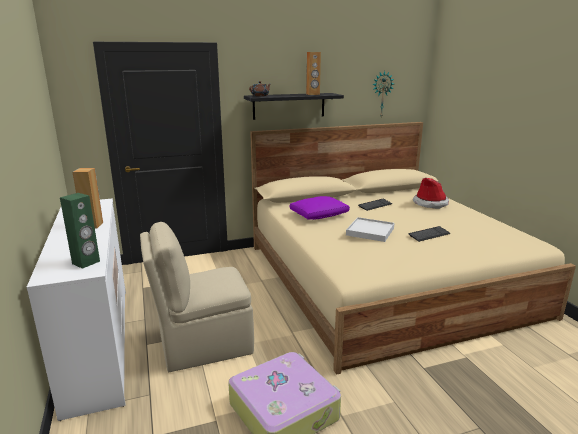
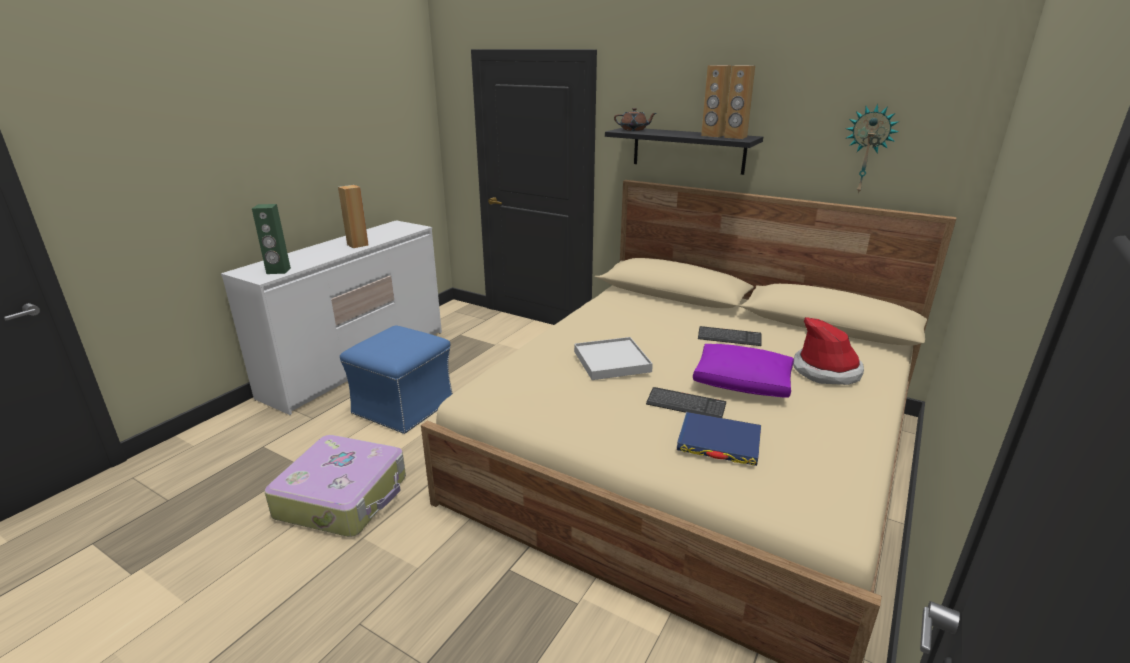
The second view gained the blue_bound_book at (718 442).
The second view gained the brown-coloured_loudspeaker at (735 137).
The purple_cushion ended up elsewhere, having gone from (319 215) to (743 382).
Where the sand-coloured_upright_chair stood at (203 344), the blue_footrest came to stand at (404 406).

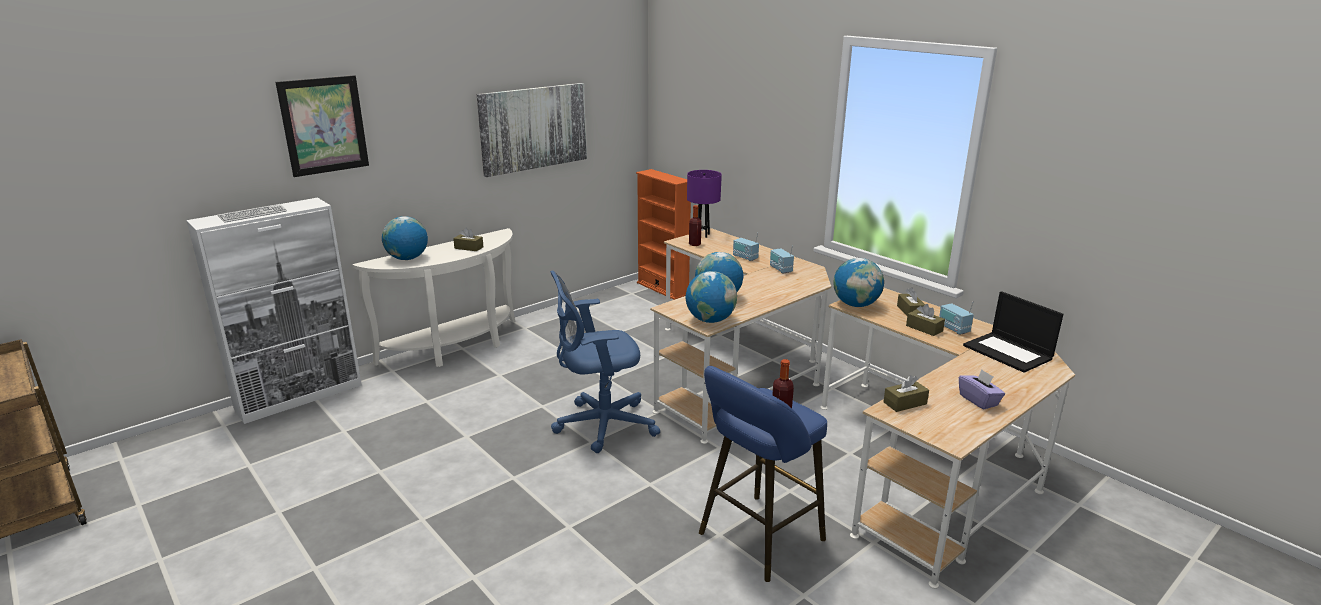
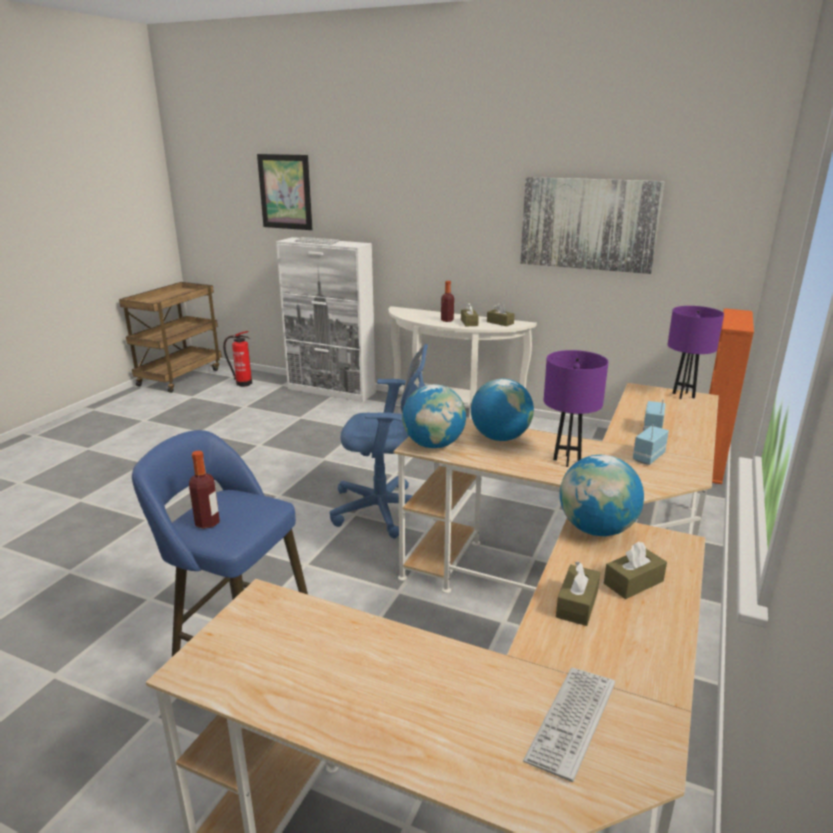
The second view lost the world_globe at (407 258).
The second view lost the radio_set at (953 329).
The second view lost the purple_tissue_holder at (979 400).
The second view gained the fire_extinguisher at (242 383).
The second view gained the purple_table_lamp at (567 460).
The wall_art ended up elsewhere, having gone from (324 125) to (285 192).
The beverage_bottle ended up elsewhere, having gone from (694 244) to (447 320).
The brown-coloured_tissue_holder ended up elsewhere, having gone from (905 403) to (500 322).
Where the laptop stood at (1008 352), the PC_keyboard came to stand at (571 721).
The blue_office_chair at (600 425) ended up facing another way, 135 degrees clockwise from before.

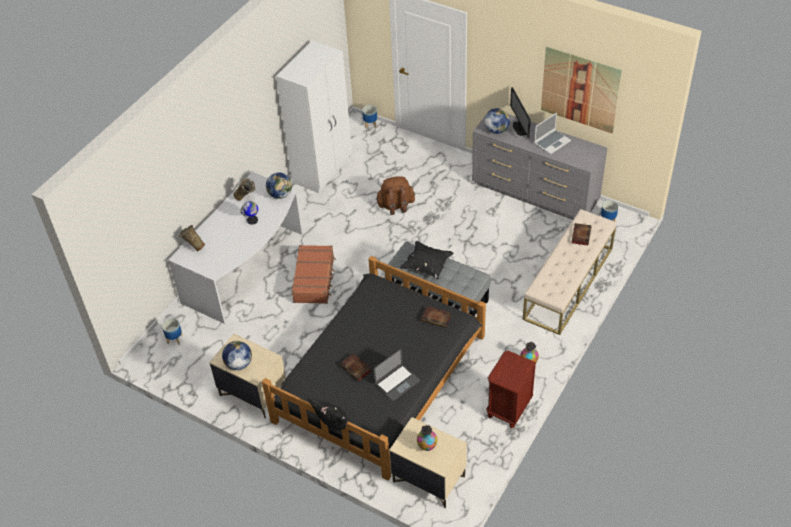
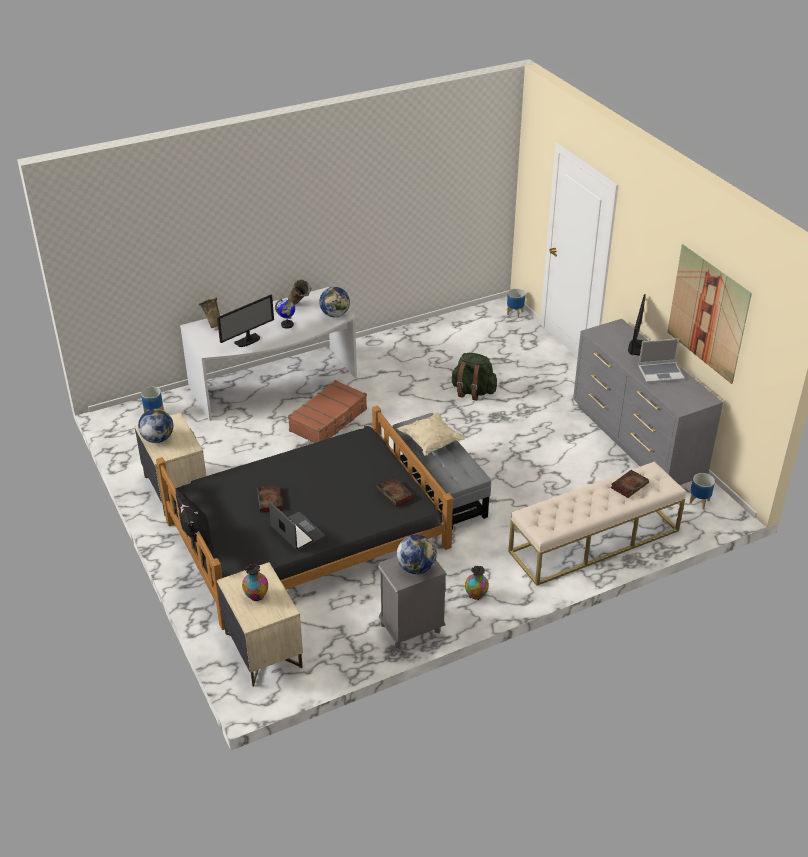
The second view lost the white_clothes_cupboard at (323 169).
The second view gained the computer_display at (248 341).
The world_globe ended up elsewhere, having gone from (496 130) to (416 568).
What was the brown-coloured_knapsack at (396 206) turned into the greenish_knapsack at (473 391).
What was the blackish_cushion at (427 266) turned into the sand-coloured_cushion at (431 442).
What was the brown-coloured_bedside_table at (508 409) turned into the gray_bedside_table at (410 628).
The laptop at (397 382) ended up facing another way, 120 degrees counterclockwise from before.

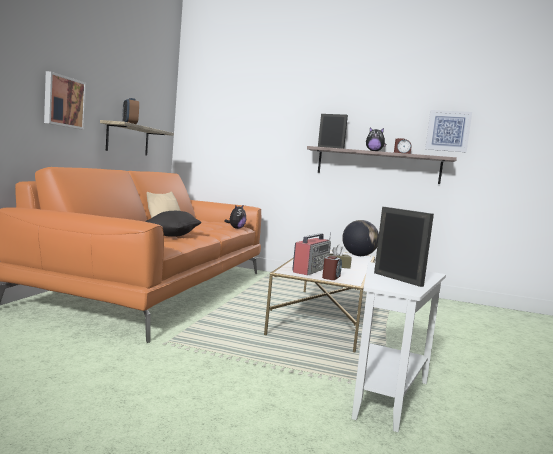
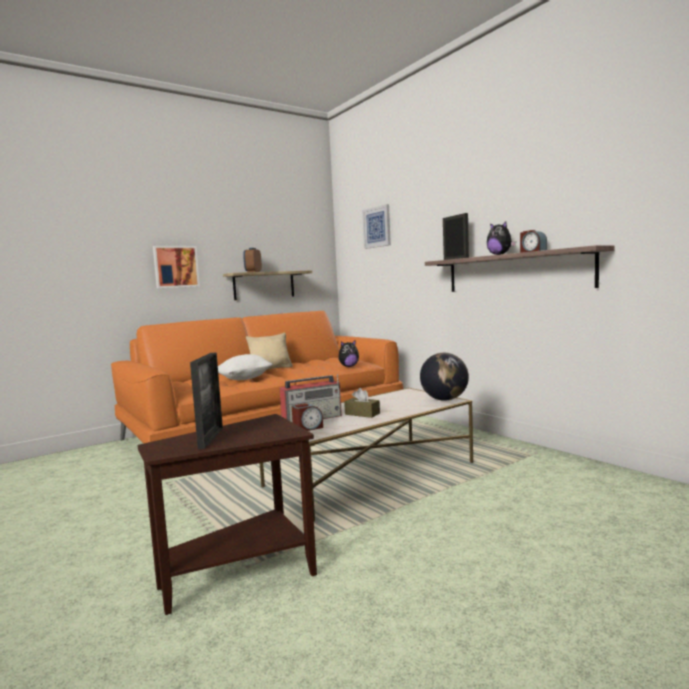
The wall_art ended up elsewhere, having gone from (448 131) to (377 227).
What was the blackish_cushion at (171 235) turned into the white_cushion at (244 379).
What was the white_end_table at (385 394) turned into the brown-coloured_end_table at (242 574).

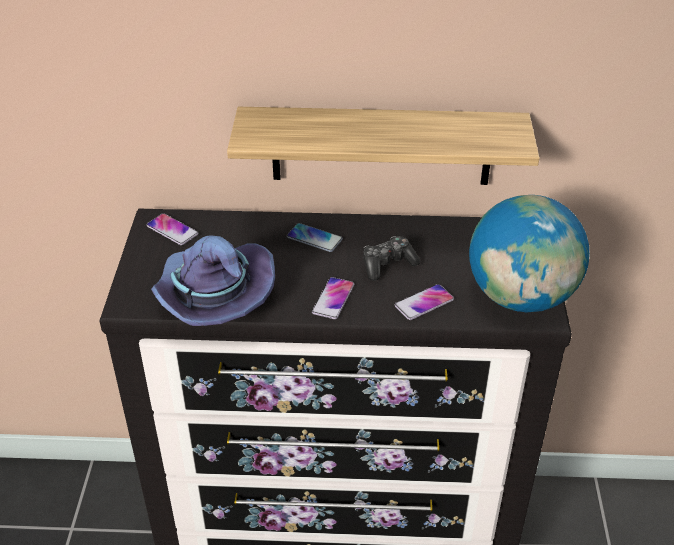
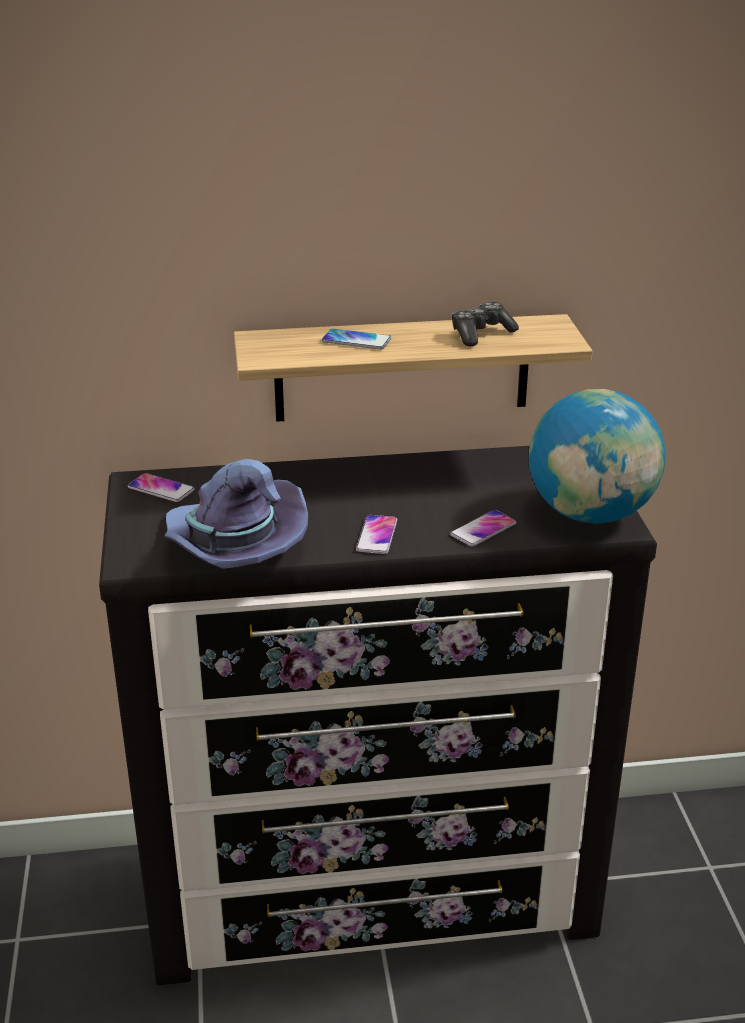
The phone ended up elsewhere, having gone from (314 238) to (356 340).
The gamepad ended up elsewhere, having gone from (388 264) to (481 334).

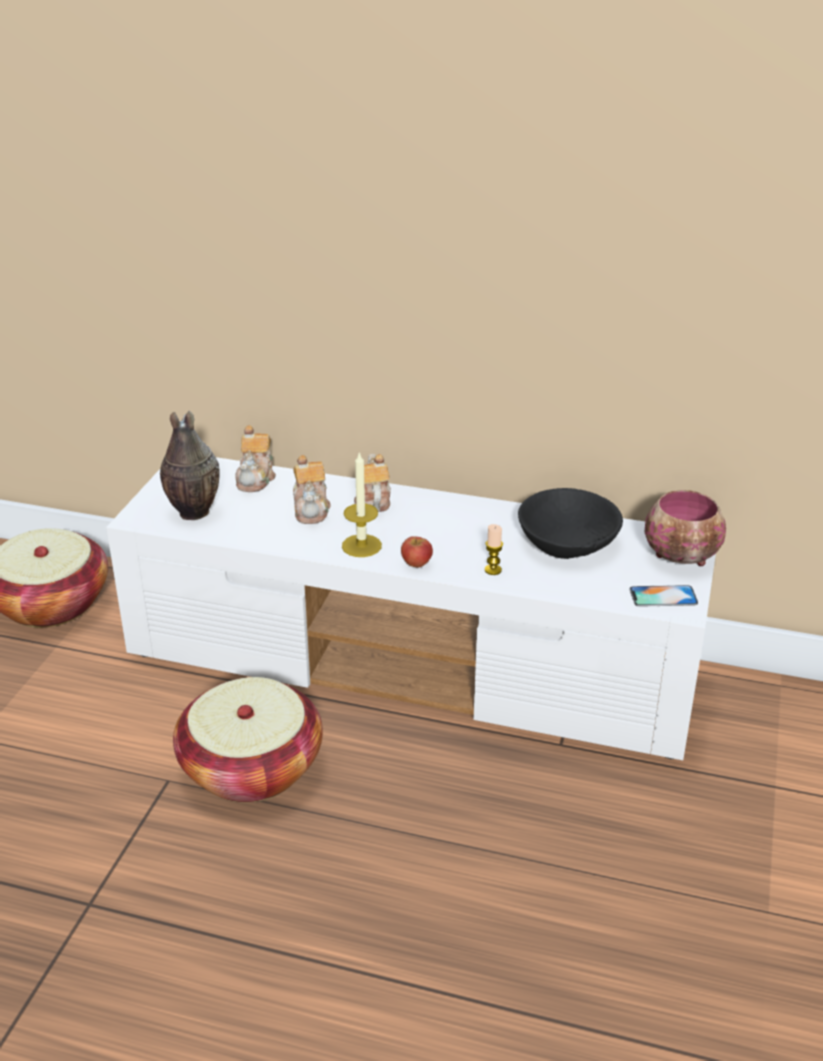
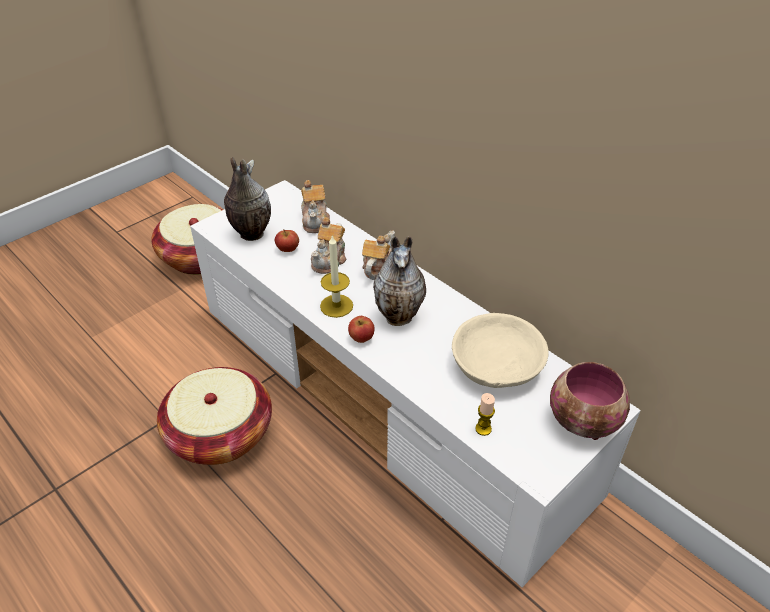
The second view lost the phone at (663 596).
The second view gained the apple at (288 249).
The second view gained the flower_vase at (400 317).
The wax_candle ended up elsewhere, having gone from (493 570) to (483 429).
What was the blackish_deep_dish at (568 541) turned into the sand-coloured_deep_dish at (497 365).
The tea_pot at (256 478) ended up facing another way, 45 degrees counterclockwise from before.

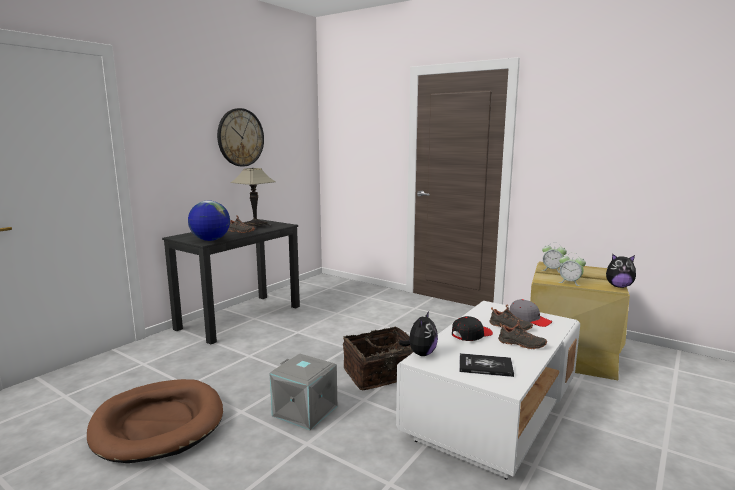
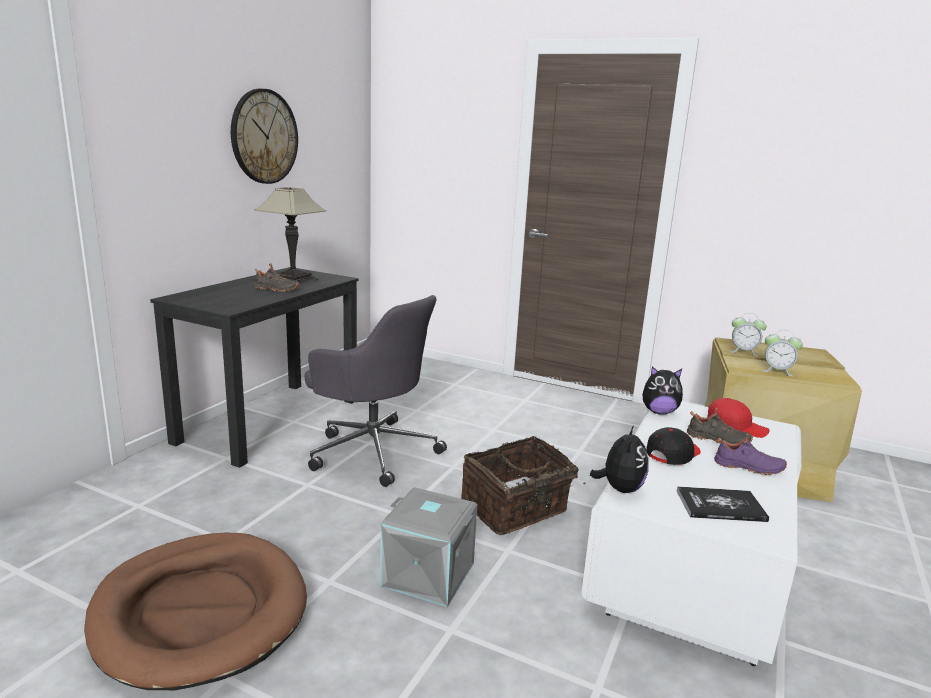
The second view lost the world_globe at (210 240).
The second view gained the gray_office_chair at (372 450).
The cuddly_toy ended up elsewhere, having gone from (618 286) to (659 412).
What was the blackish_low_shoe at (521 344) turned into the purple_low_shoe at (748 468).
What was the gray_cap at (529 319) turned into the red_cap at (736 426).

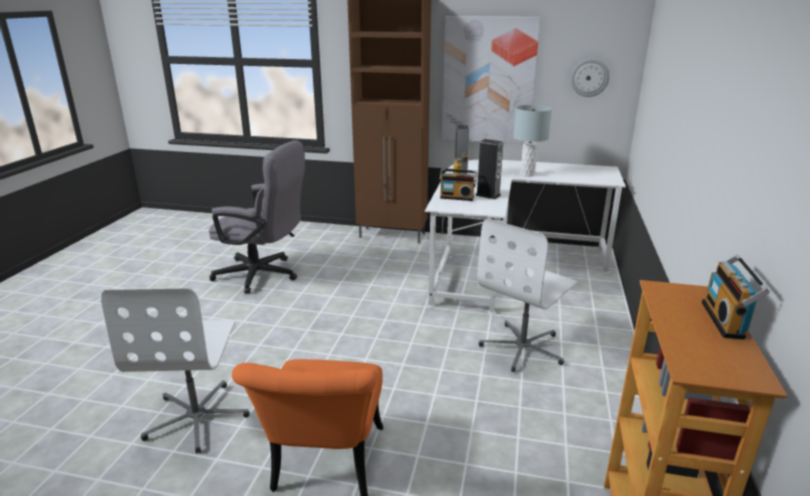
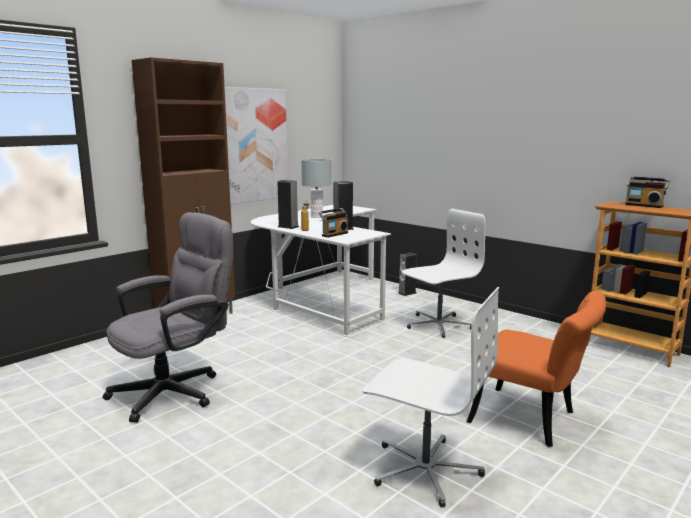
The second view lost the hanging_clock at (589 77).
The second view gained the loudspeaker at (407 293).
The white_office_chair at (523 348) ended up facing another way, 105 degrees counterclockwise from before.

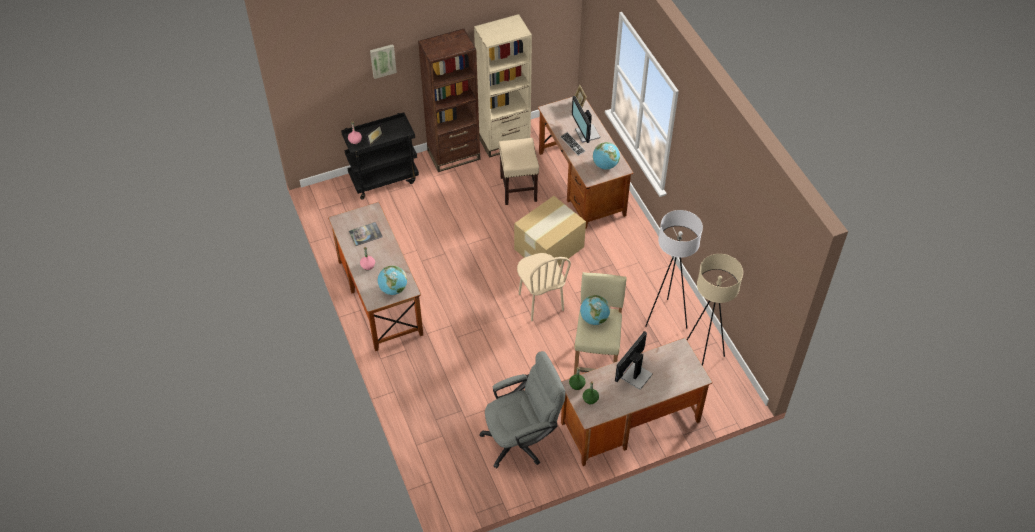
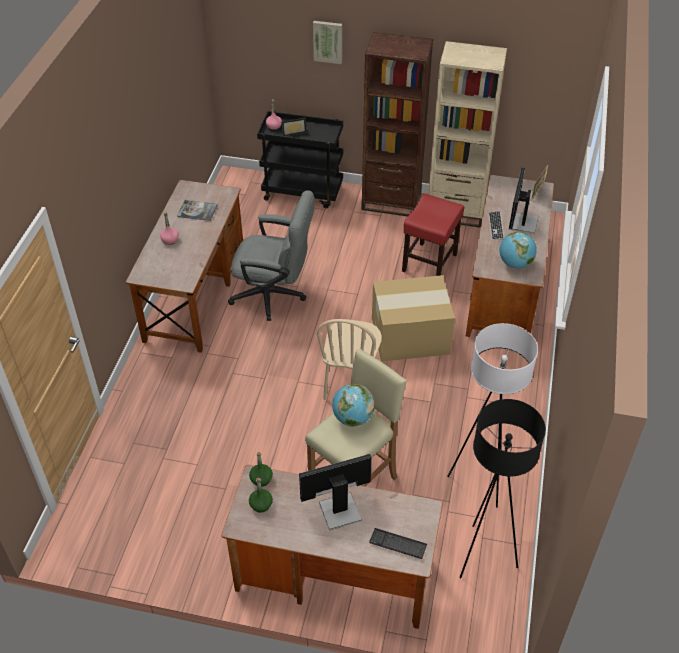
The second view lost the world_globe at (393 289).
The second view gained the PC_keyboard at (398 544).
The gray_office_chair ended up elsewhere, having gone from (522 439) to (275 295).
What was the sand-coloured_stool_seat at (518 188) turned into the red_stool_seat at (429 262).
What was the sand-coloured_standard_lamp at (701 360) turned into the blackish_standard_lamp at (483 555).

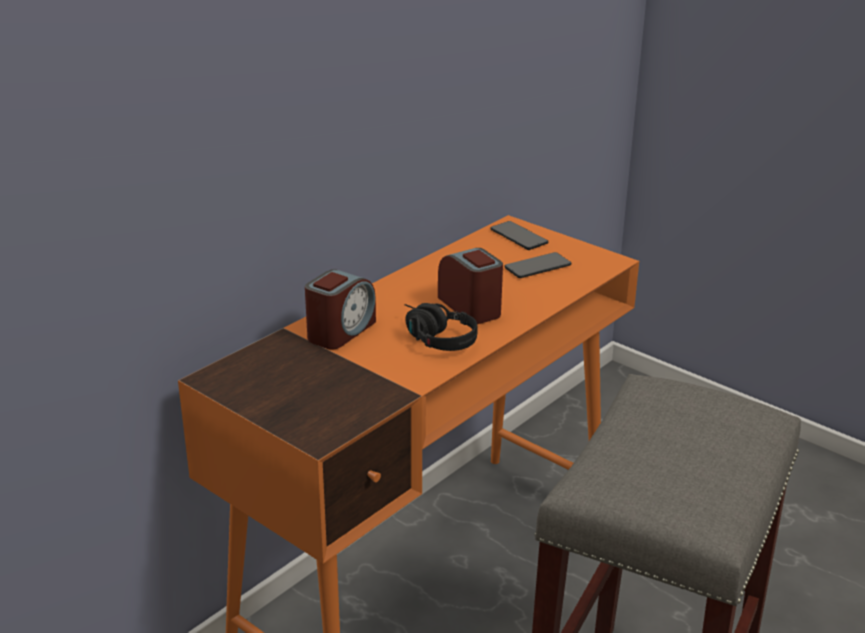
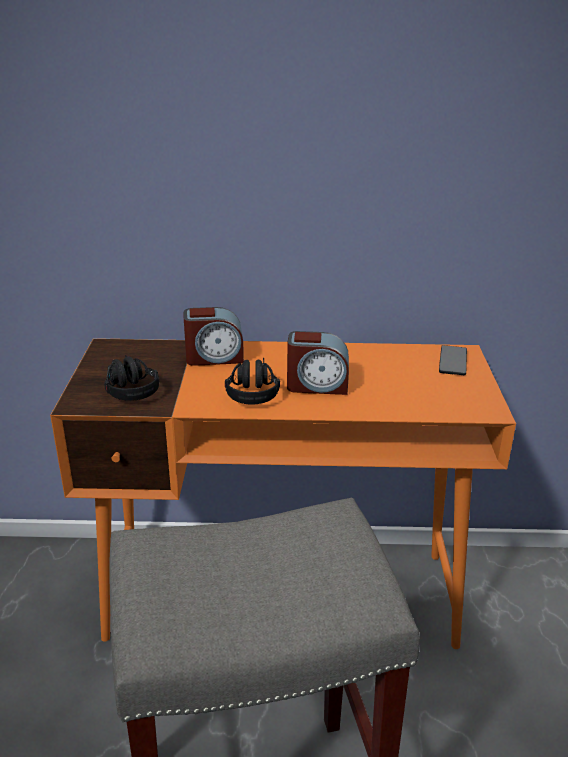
The second view lost the phone at (537 267).
The second view gained the blackish_headphones at (128 387).
The bedside_clock at (470 307) ended up facing another way, 75 degrees clockwise from before.

